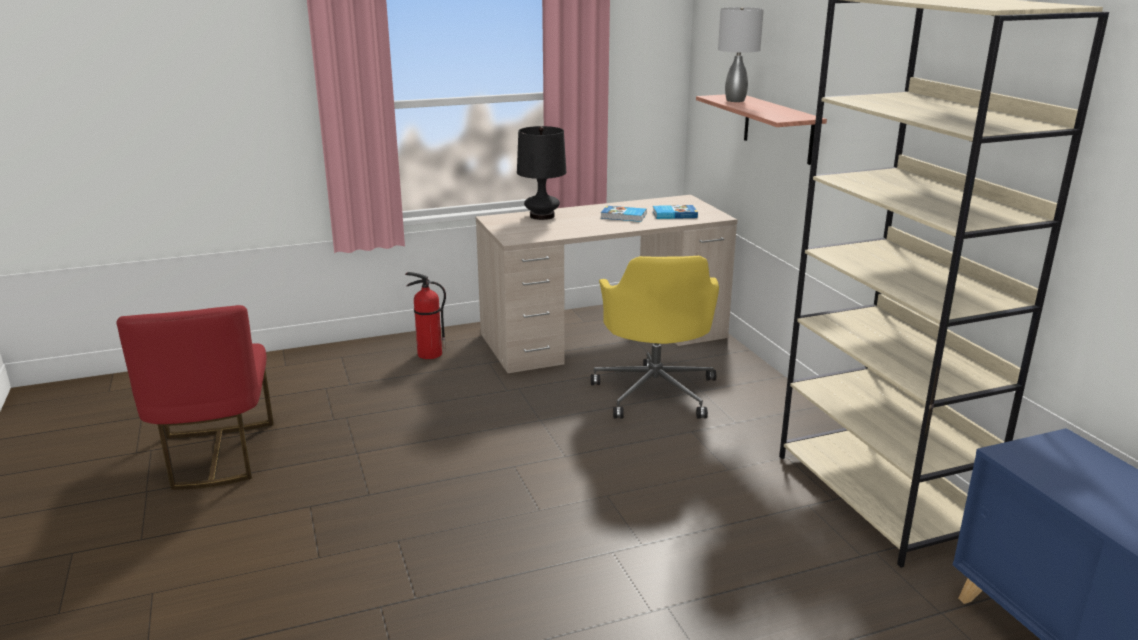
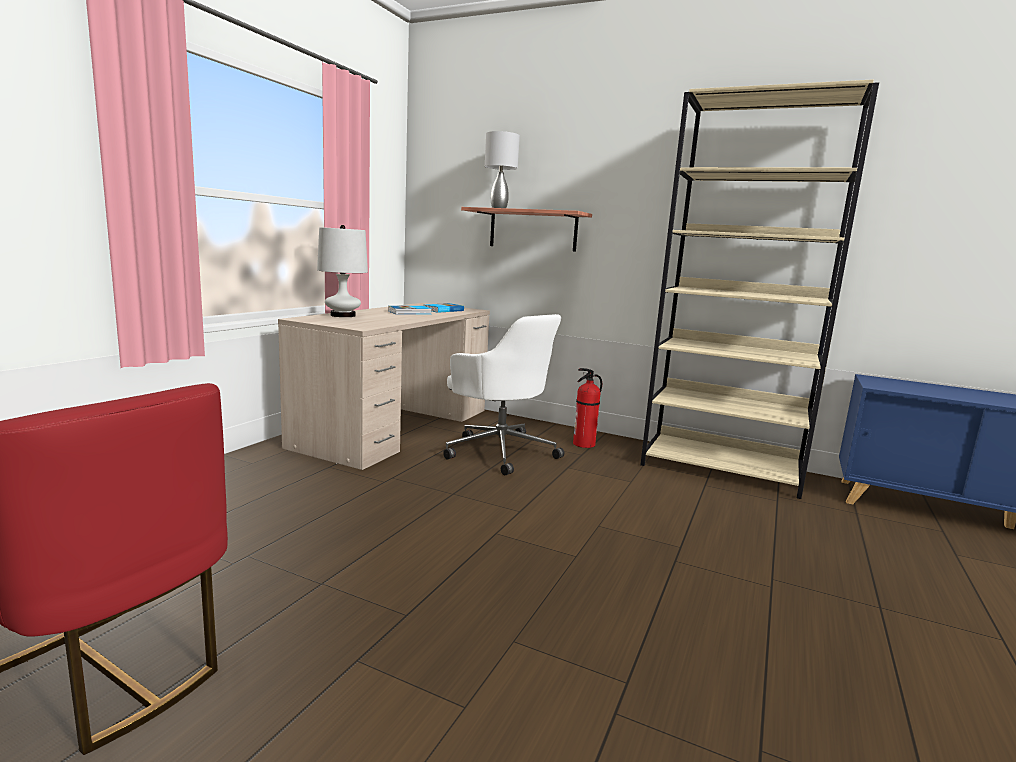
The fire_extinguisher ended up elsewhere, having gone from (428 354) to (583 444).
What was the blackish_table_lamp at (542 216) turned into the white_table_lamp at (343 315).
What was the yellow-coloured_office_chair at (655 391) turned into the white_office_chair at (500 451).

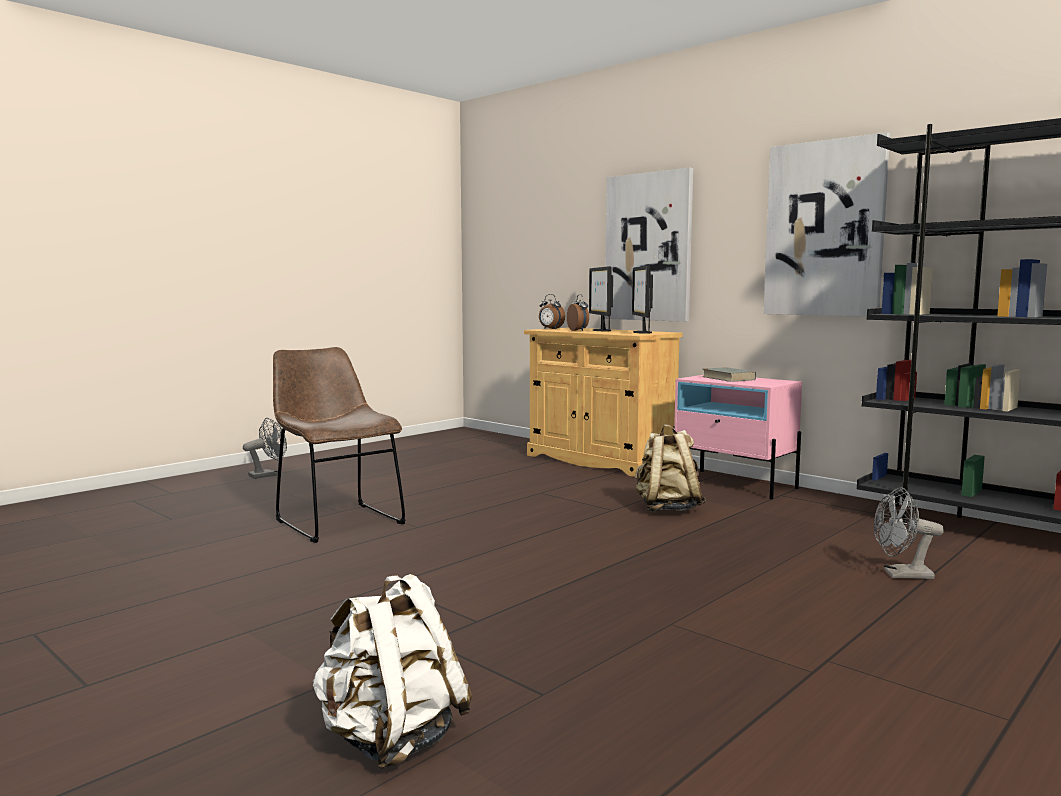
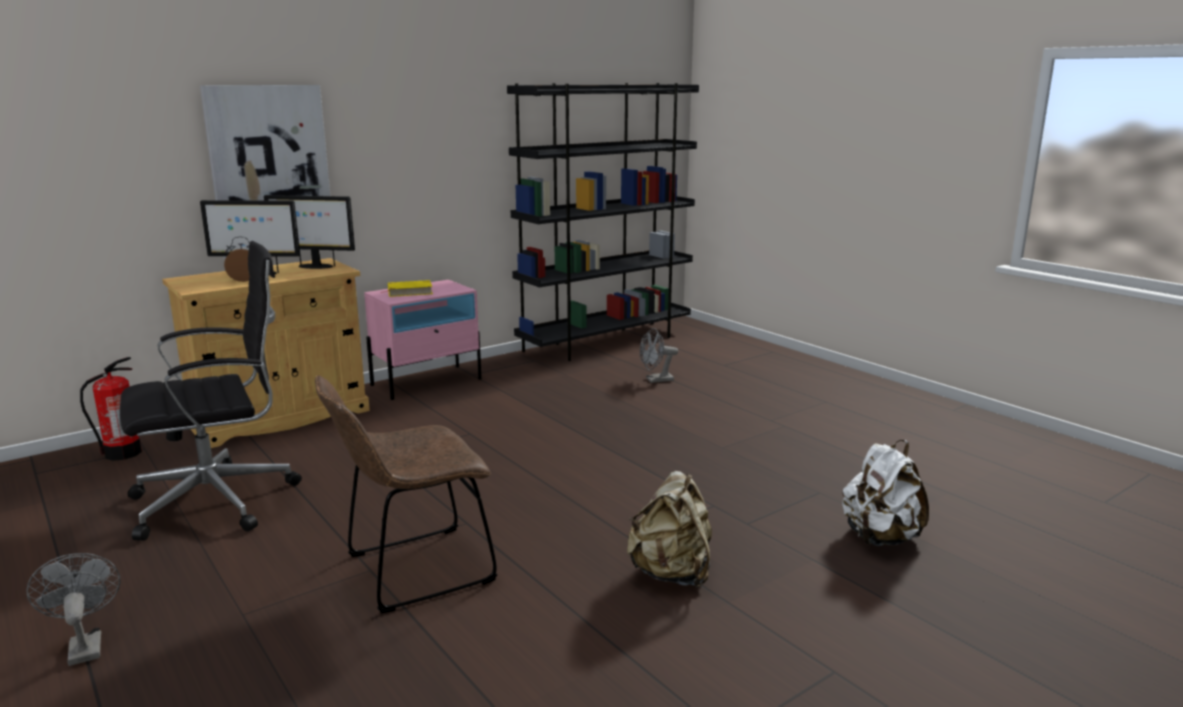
The second view lost the bedside_clock at (550 329).
The second view lost the wall_art at (824 229).
The second view gained the fire_extinguisher at (122 453).
The second view gained the blackish_office_chair at (219 500).
The sand-coloured_knapsack ended up elsewhere, having gone from (667 509) to (671 573).
What was the gray_bound_book at (728 378) turned into the yellow-coloured_bound_book at (409 292).
The gray_electric_fan at (901 575) ended up facing another way, 60 degrees clockwise from before.

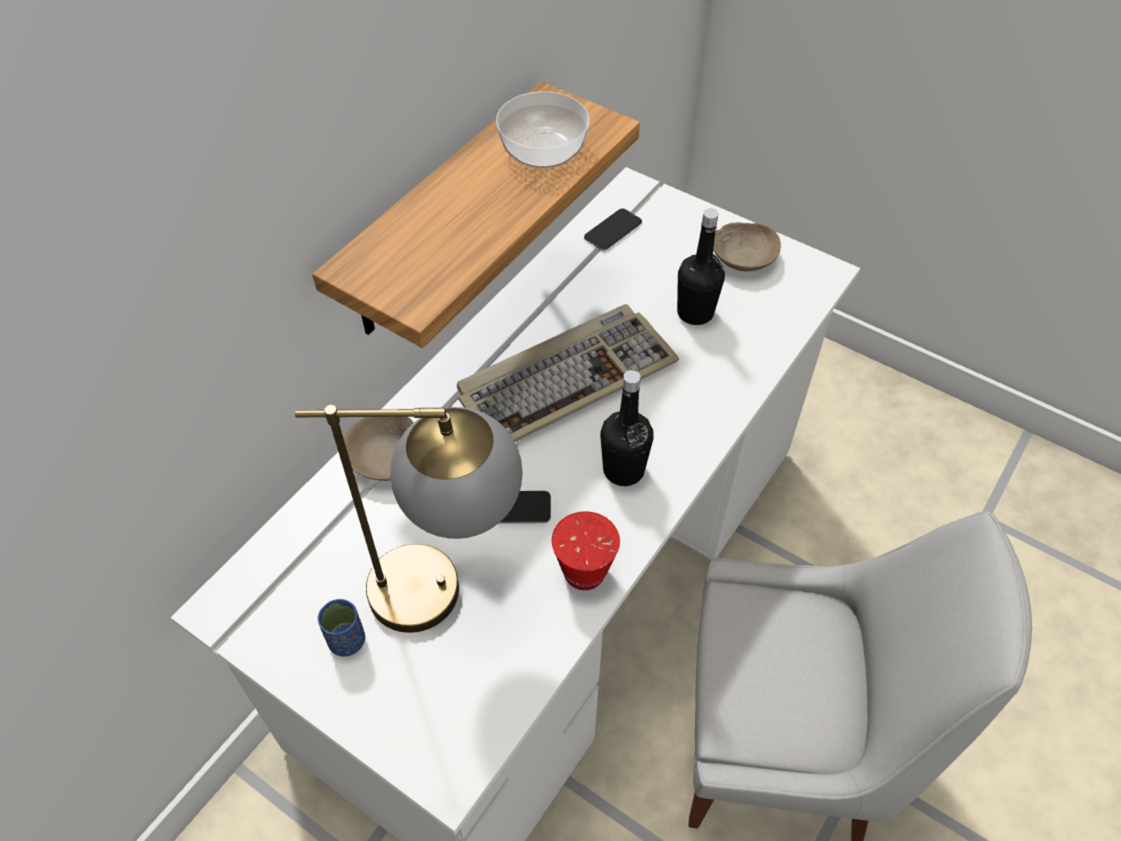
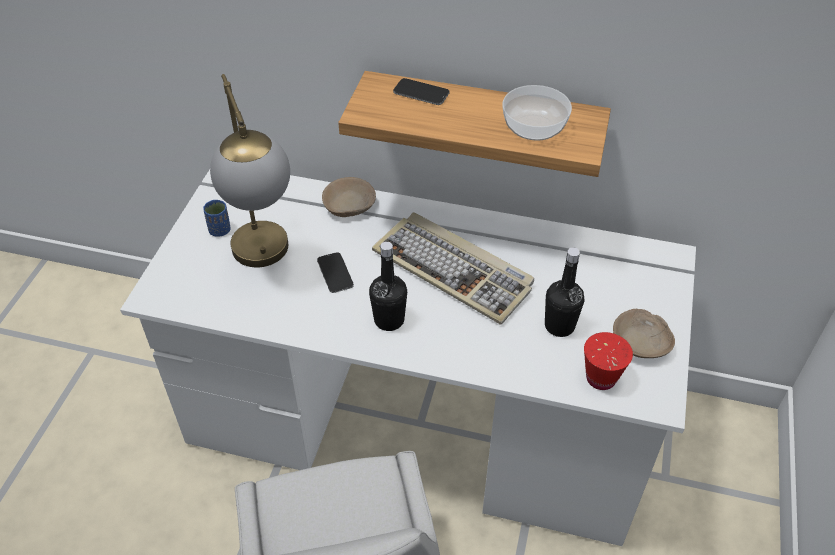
The red_drinking_cup ended up elsewhere, having gone from (584 572) to (601 378).
The phone ended up elsewhere, having gone from (613 230) to (421 93).

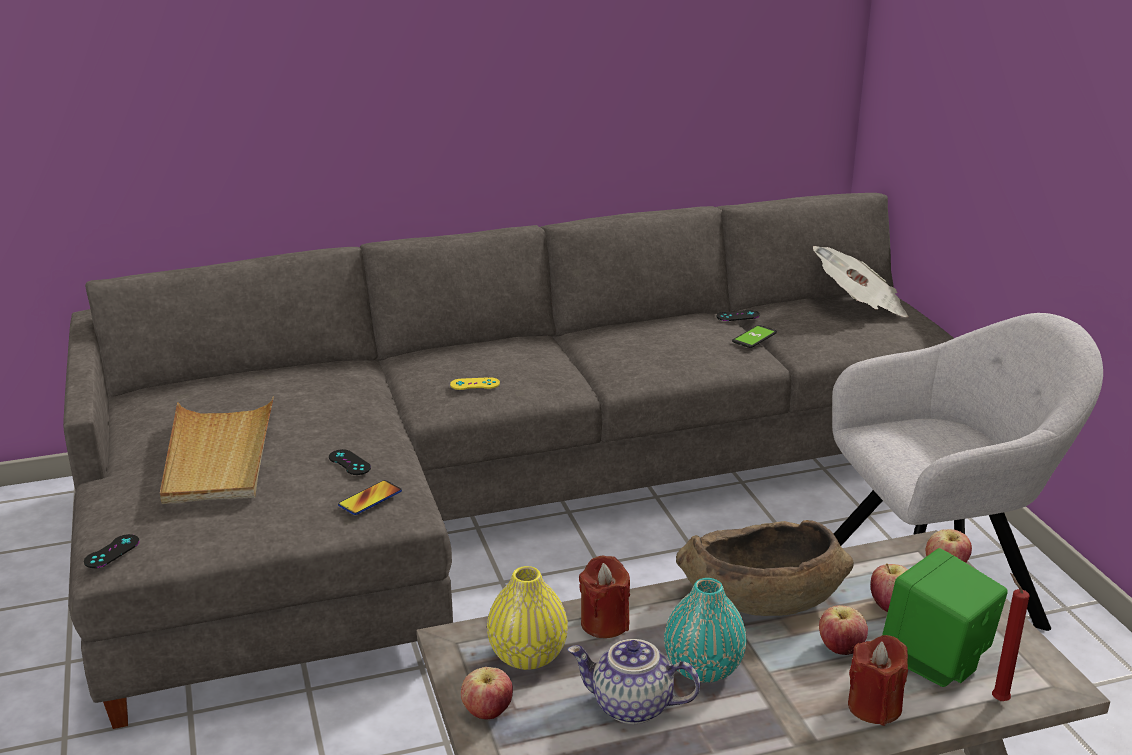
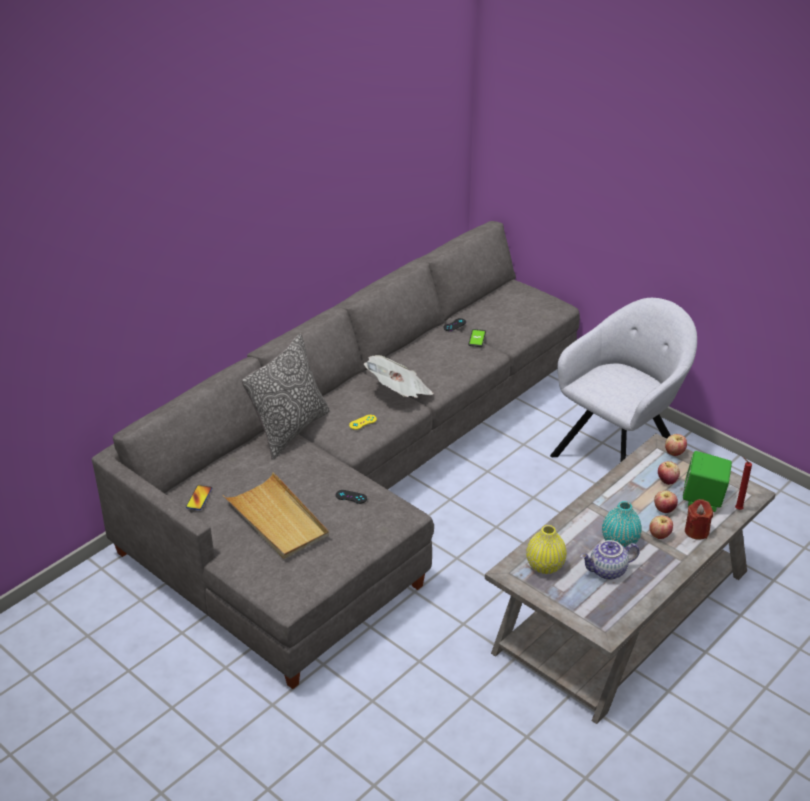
The second view lost the blackish_gamepad at (112 551).
The second view lost the red_wax_candle at (604 623).
The second view lost the brown-coloured_deep_dish at (760 596).
The second view gained the cushion at (290 430).
The phone ended up elsewhere, having gone from (370 499) to (199 498).
The apple ended up elsewhere, having gone from (487 712) to (659 535).
The printed_paper ended up elsewhere, having gone from (859 305) to (399 392).

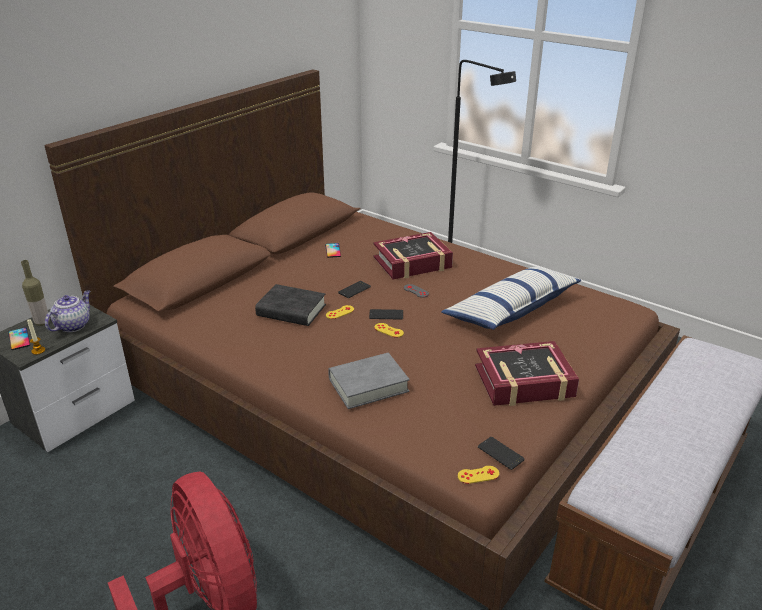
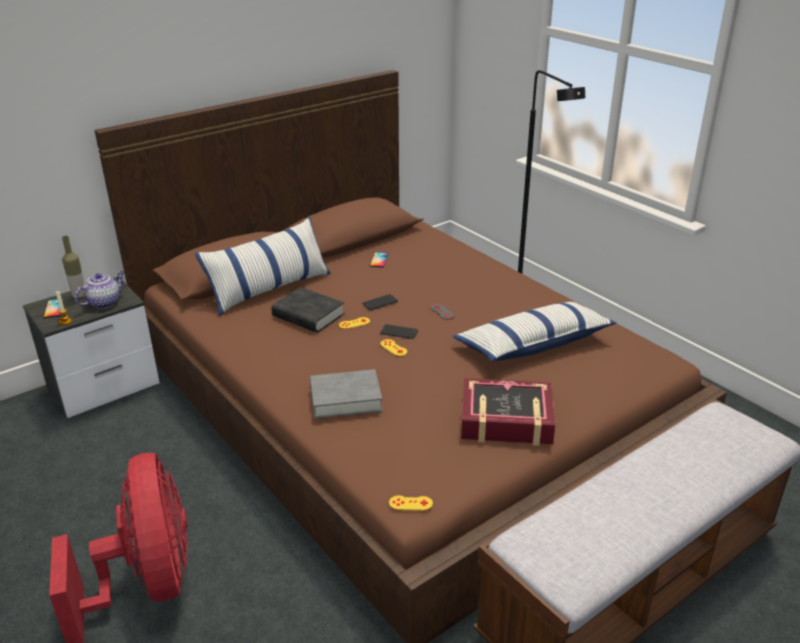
The second view lost the bound_book at (412 263).
The second view lost the phone at (500 453).
The second view gained the cushion at (269 289).

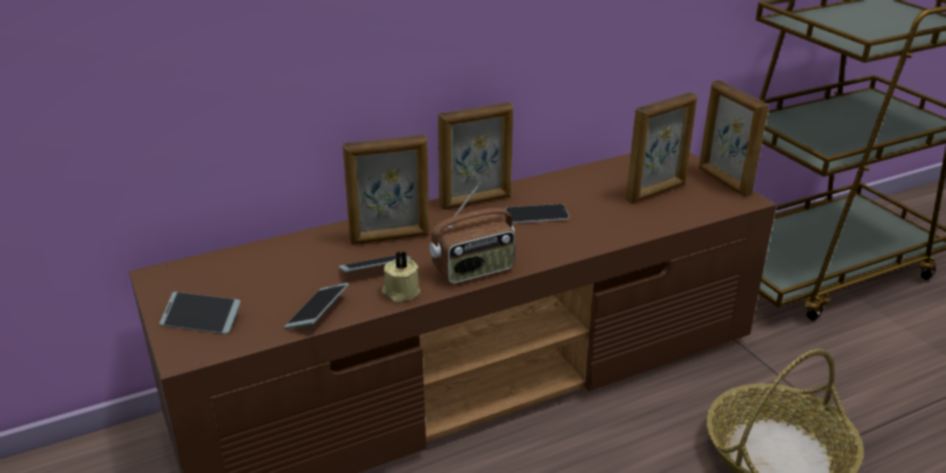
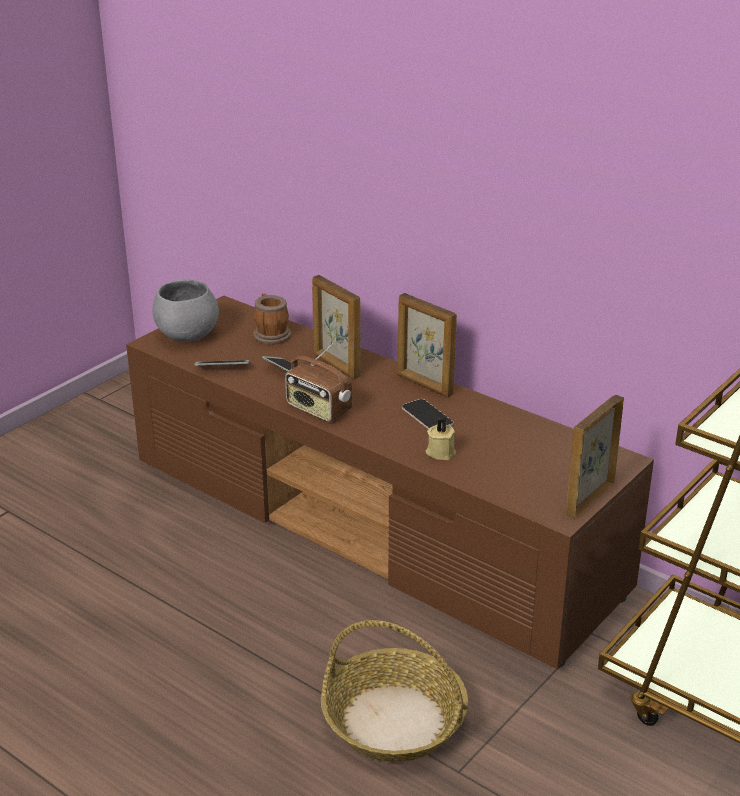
The second view lost the picture_frame at (656 192).
The second view gained the coffee_mug at (270 333).
The sand-coloured_wax_candle ended up elsewhere, having gone from (400 292) to (440 452).
Where the phone stood at (201 320), the gray_deep_dish came to stand at (188 335).

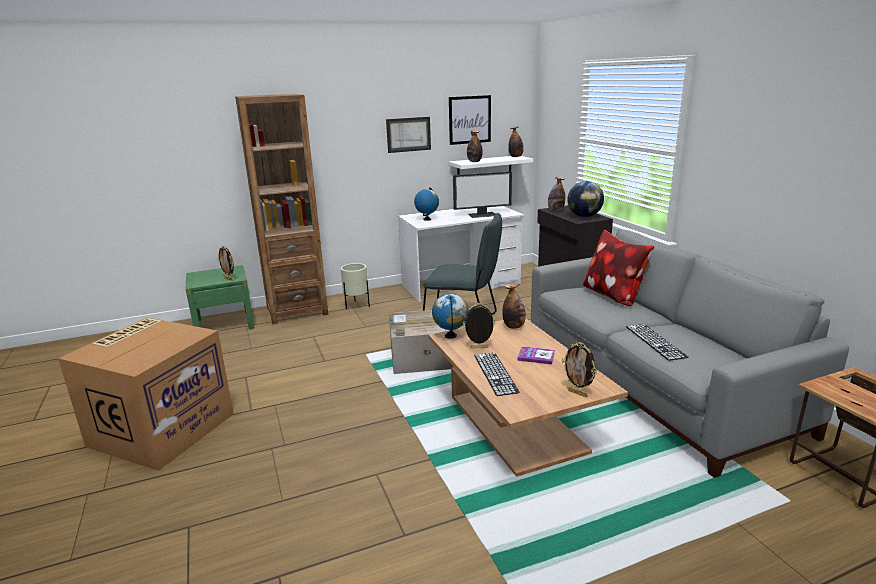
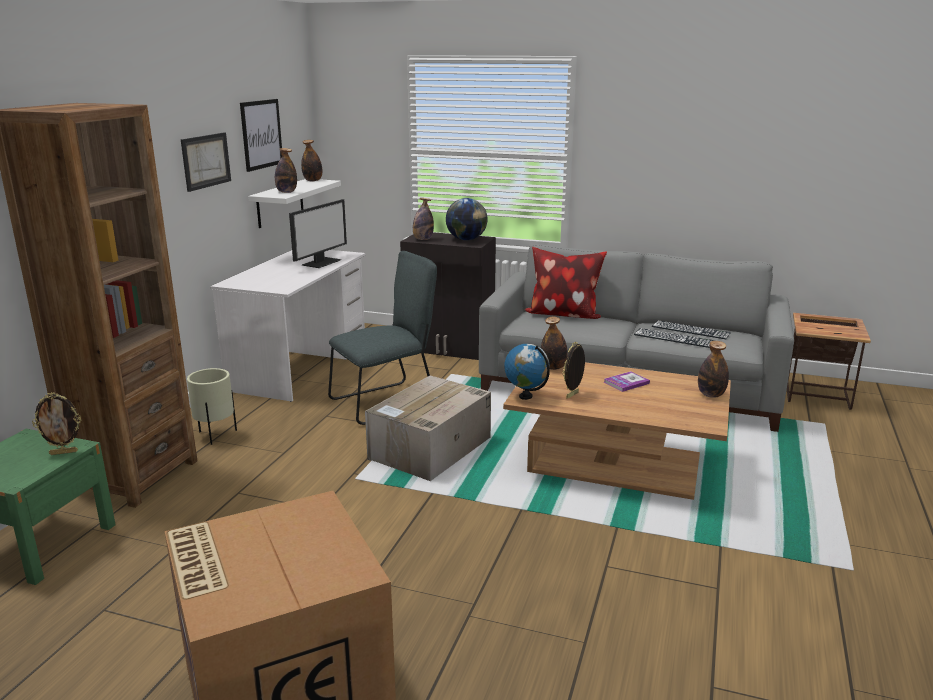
The second view lost the world_globe at (427 219).
The PC_keyboard ended up elsewhere, having gone from (495 373) to (690 330).
Where the picture_frame stood at (578 393), the beverage_bottle came to stand at (711 395).

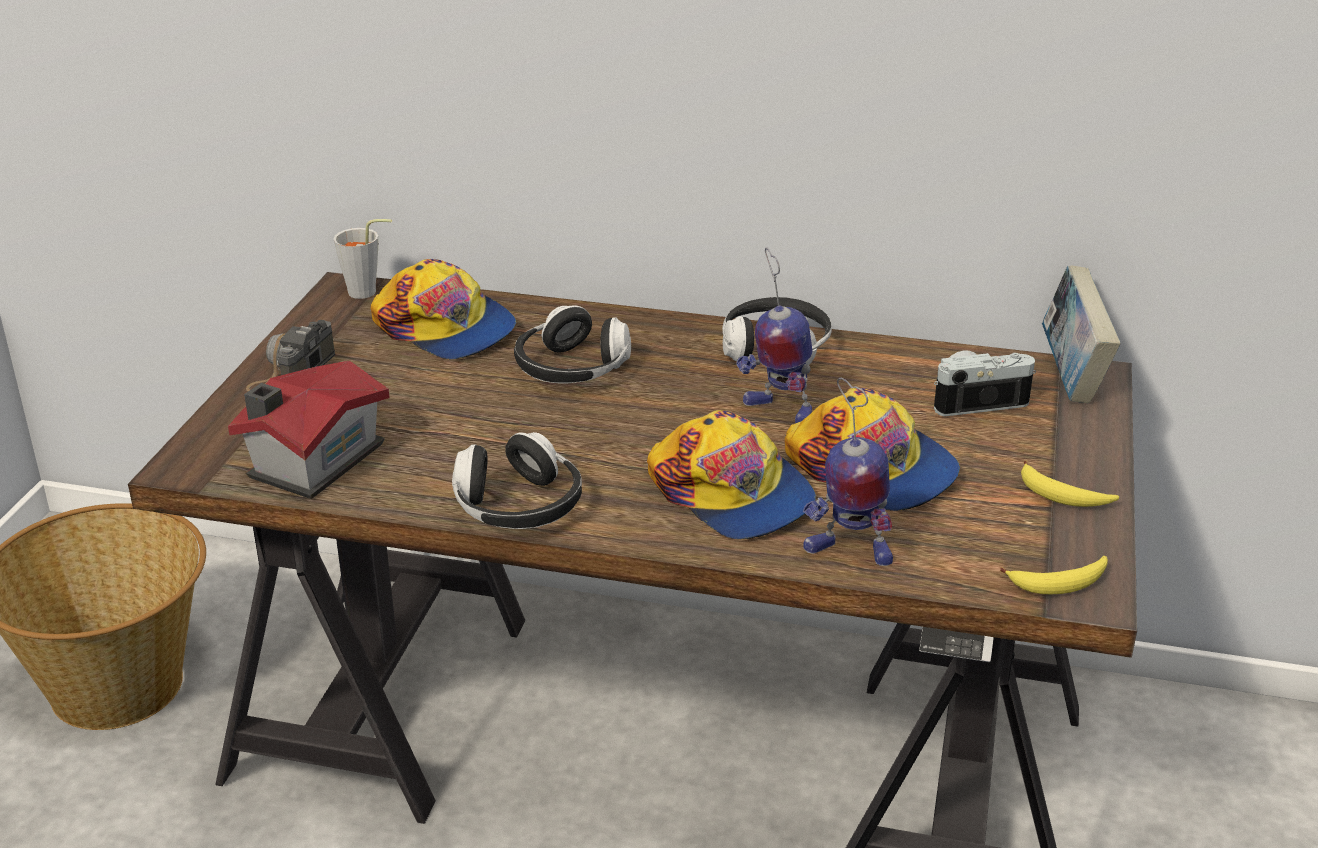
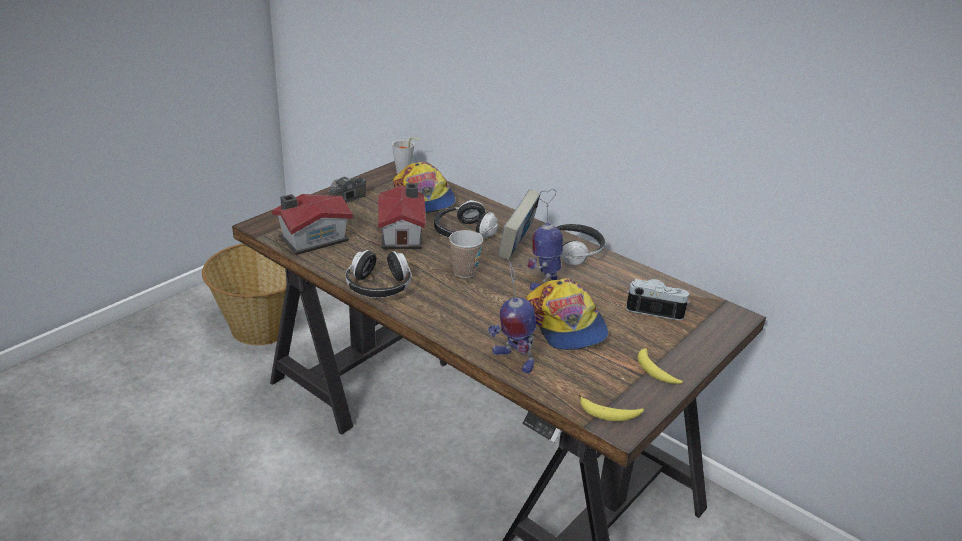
The second view lost the cap at (731 493).
The second view gained the miniature_house at (403 234).
The second view gained the drinking_cup at (464 272).
The bound_book ended up elsewhere, having gone from (1071 377) to (517 247).
The robot_figure at (777 410) ended up facing another way, 60 degrees clockwise from before.

